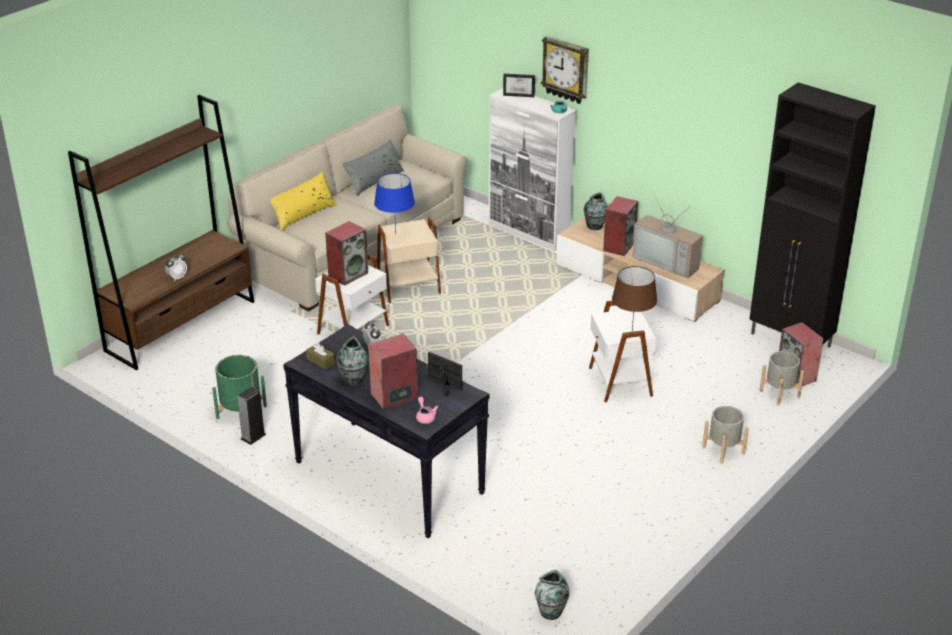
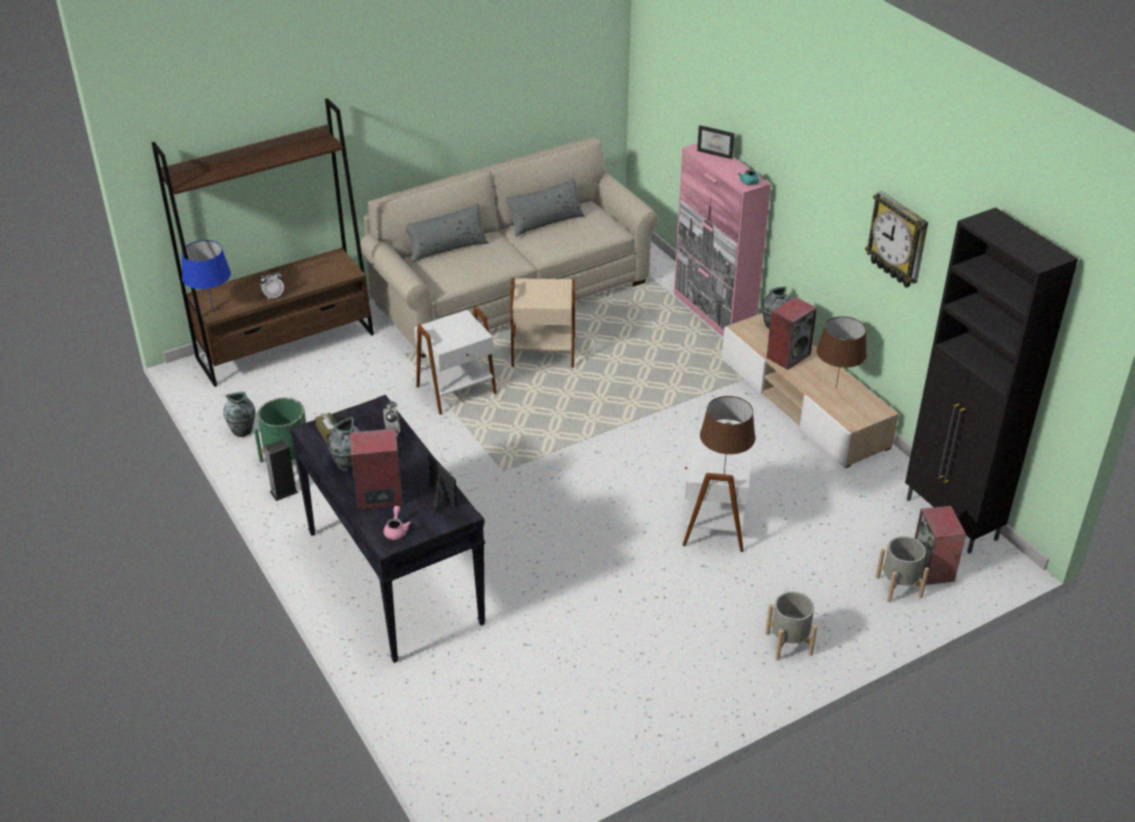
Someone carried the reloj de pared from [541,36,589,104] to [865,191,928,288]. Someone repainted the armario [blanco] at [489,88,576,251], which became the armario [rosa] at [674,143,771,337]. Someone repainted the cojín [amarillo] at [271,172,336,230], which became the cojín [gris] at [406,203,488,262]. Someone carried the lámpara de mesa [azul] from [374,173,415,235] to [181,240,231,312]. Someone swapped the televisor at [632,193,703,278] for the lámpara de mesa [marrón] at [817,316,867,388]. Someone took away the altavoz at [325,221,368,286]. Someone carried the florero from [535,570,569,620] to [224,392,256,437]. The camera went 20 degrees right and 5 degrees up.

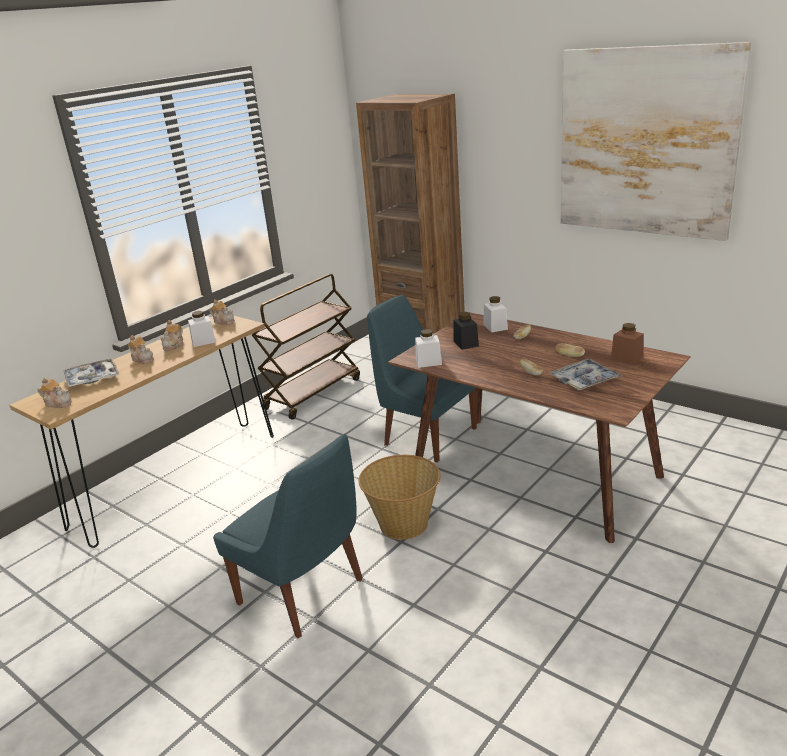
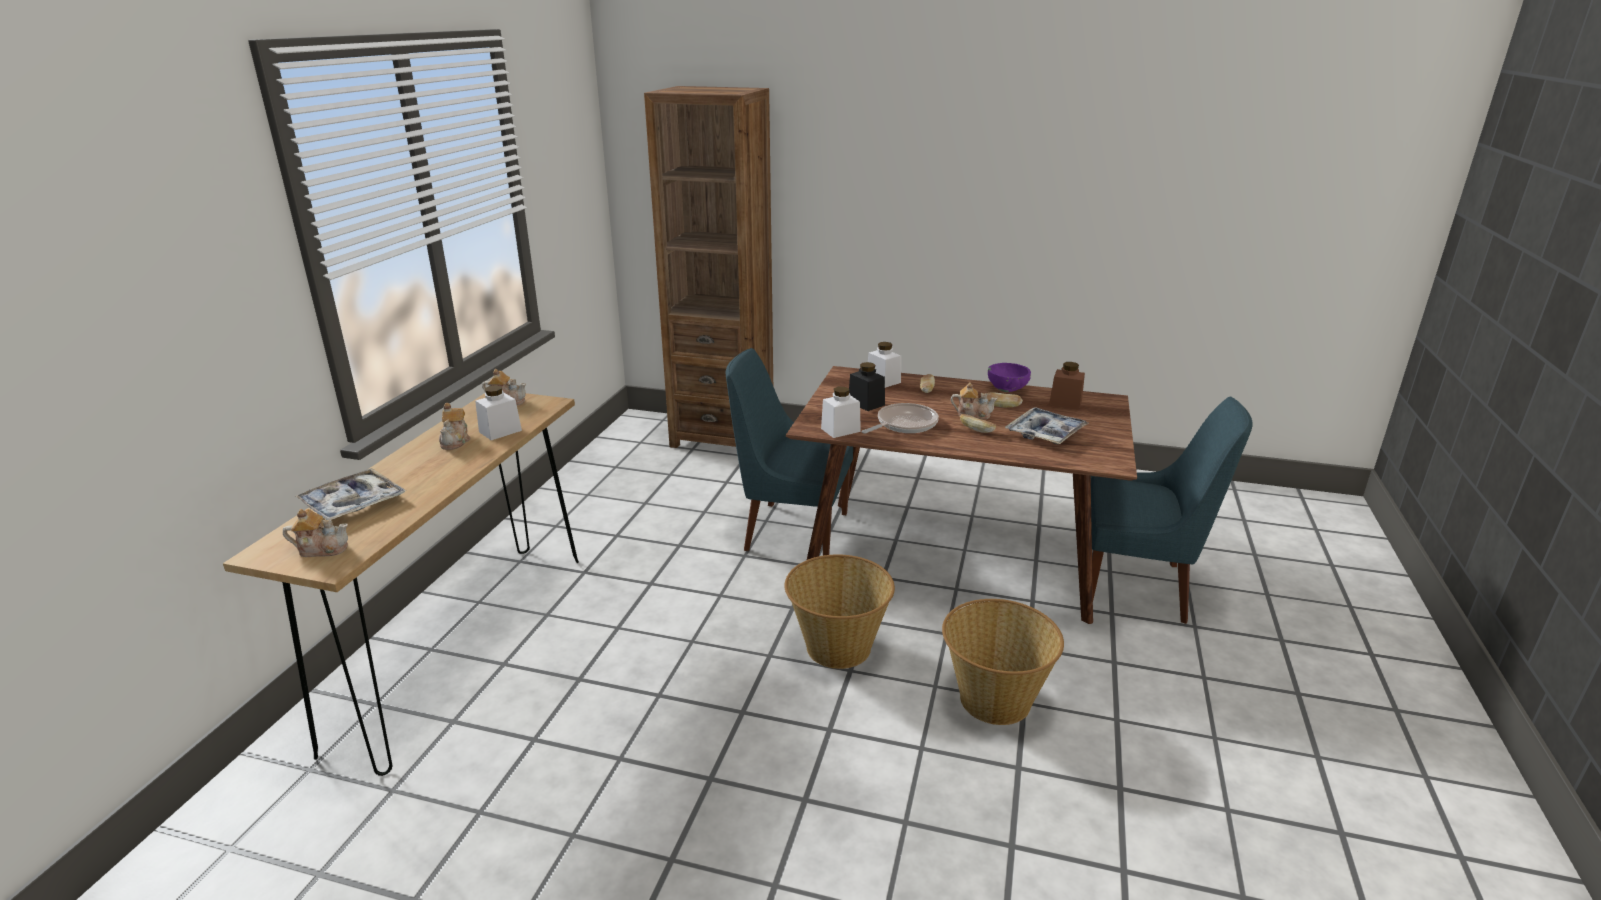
Someone took away the cuadro at [561,42,751,241]. Someone took away the carrito [marrón] at [252,274,360,420]. Someone carried the tetera from [128,335,154,364] to [951,382,997,419]. Someone carried the silla [azul] from [213,434,363,639] to [1091,397,1253,624]. Someone put down the cuenco [morado] at [988,363,1031,392]. Someone put down the sartén at [862,403,939,434]. Someone put down the cesta at [942,599,1064,725]. The camera went 25 degrees left and 0 degrees up.

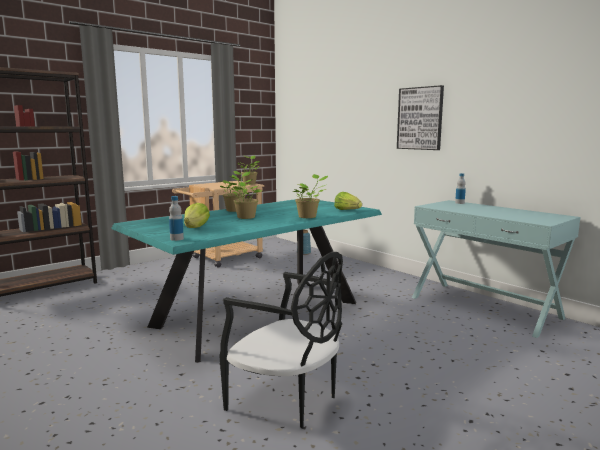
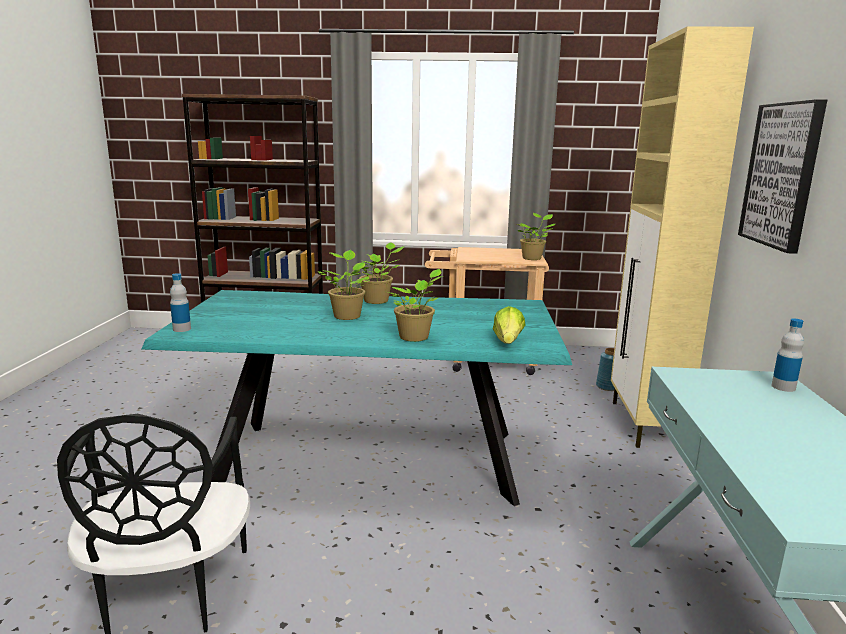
Someone took away the lechuga at [184,203,210,228]. Someone put down the armario [beis] at [611,26,754,448]. The camera went 45 degrees right and 5 degrees up.

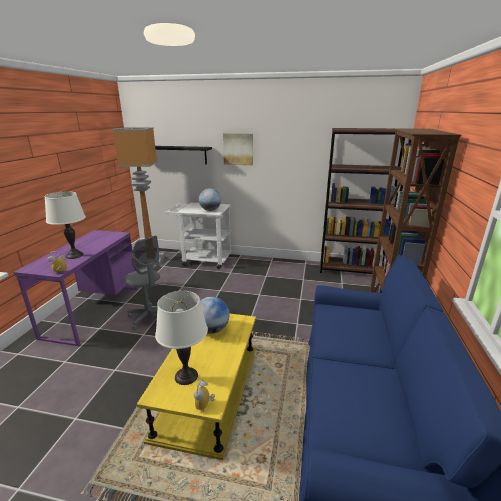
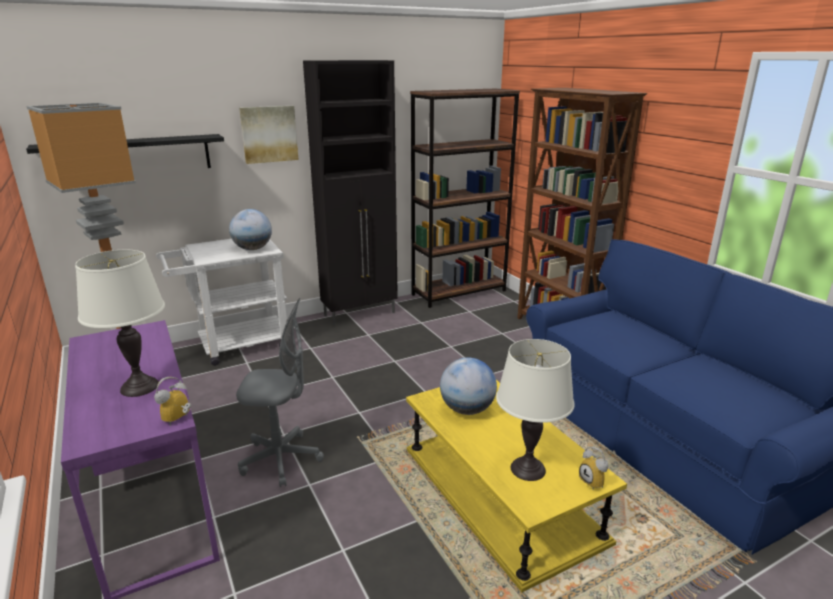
Someone put down the armario [negro] at [303,60,398,326]. The camera went 40 degrees left and 0 degrees up.

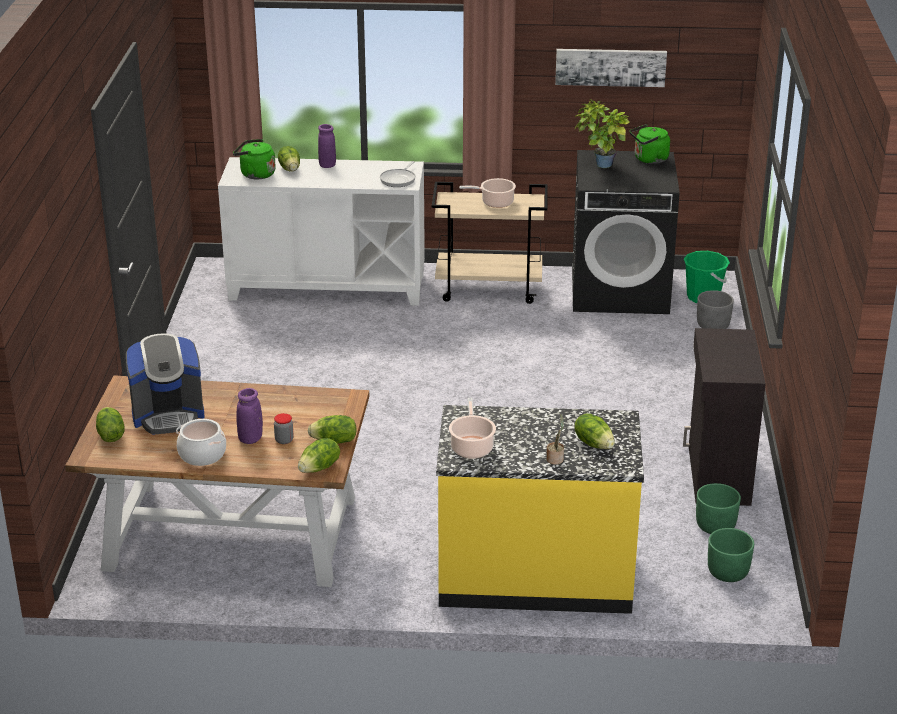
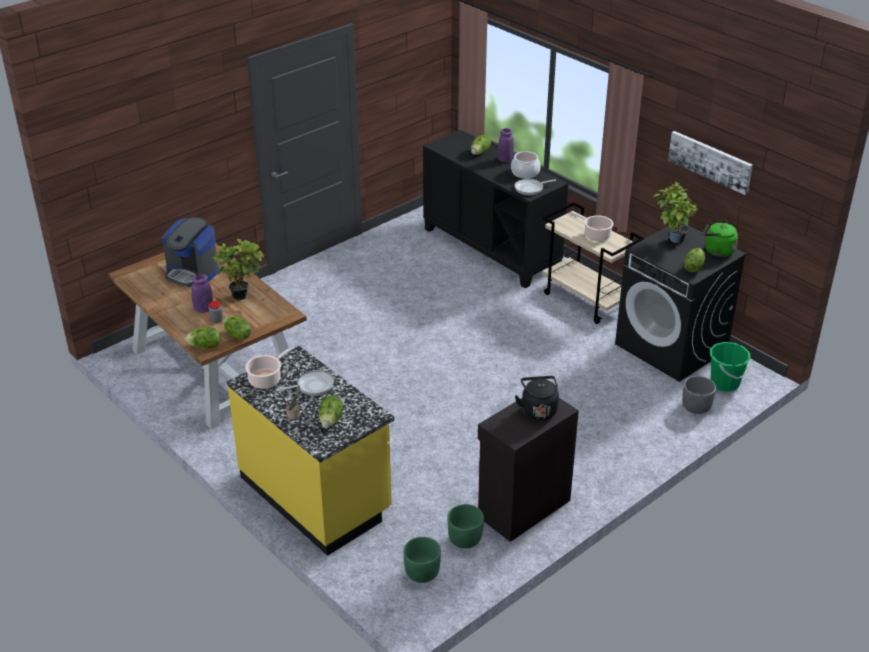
Someone took away the hervidor [verde] at [233,139,276,179]. Someone repainted the armario [blanco] at [218,157,425,306], which became the armario [negro] at [423,130,568,288]. Someone carried the lechuga from [96,407,125,442] to [684,248,705,272]. Someone carried the olla from [176,419,226,466] to [511,151,541,179]. Someone put down the planta en maceta at [212,239,264,300]. Someone put down the sartén at [279,371,334,396]. Someone put down the hervidor [negro] at [515,376,559,420]. The camera went 45 degrees right and 5 degrees up.

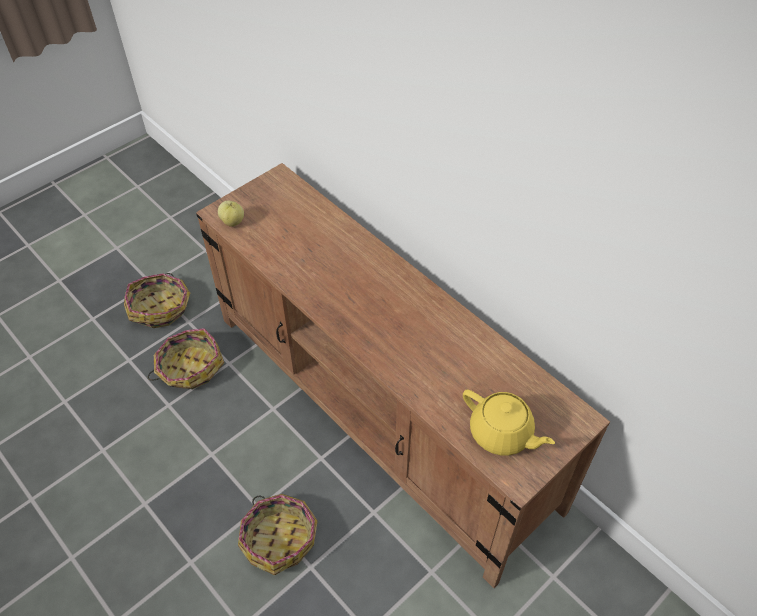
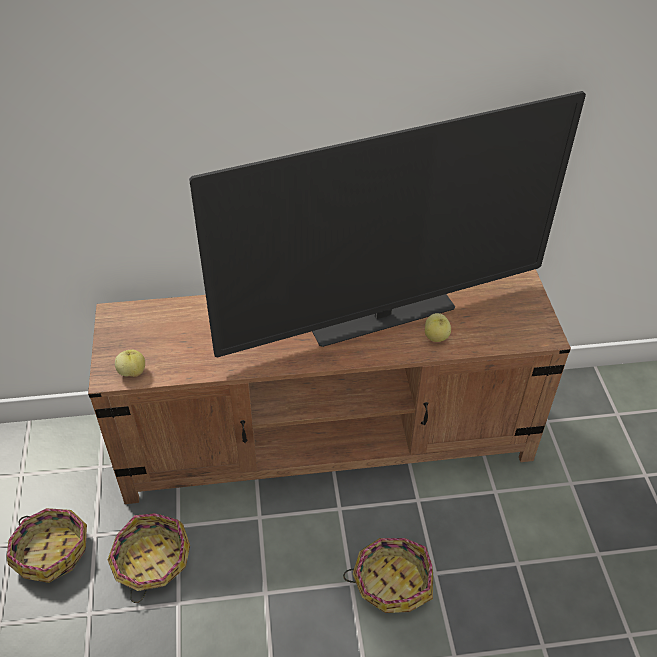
Someone took away the tetera [amarillo] at [463,390,555,455]. Someone put down the televisor at [189,91,586,358]. Someone put down the manzana at [425,313,451,342]. The camera went 55 degrees left and 5 degrees down.

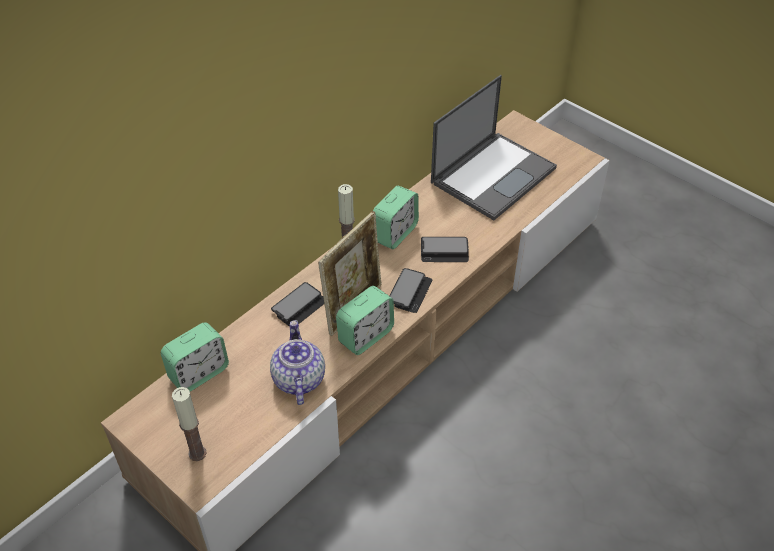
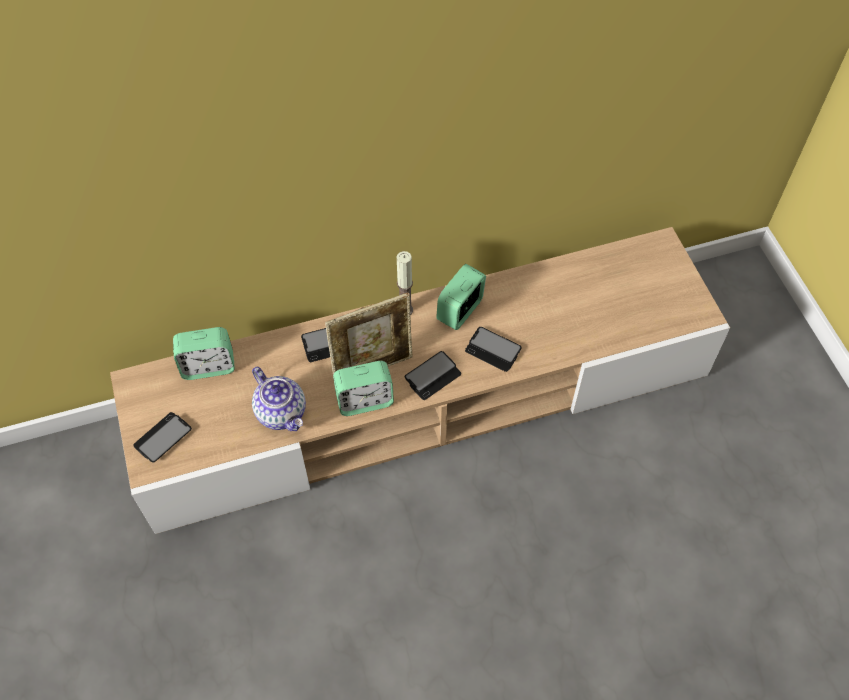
Someone took away the portátil at [431,75,557,221]. Someone rotated the despertador at [373,186,419,249] by 150 degrees clockwise. Someone rotated the tetera at [270,320,325,405] by 120 degrees clockwise. Someone swapped the vela at [172,387,207,461] for the móvil at [133,412,192,462]. The camera went 30 degrees right and 10 degrees up.

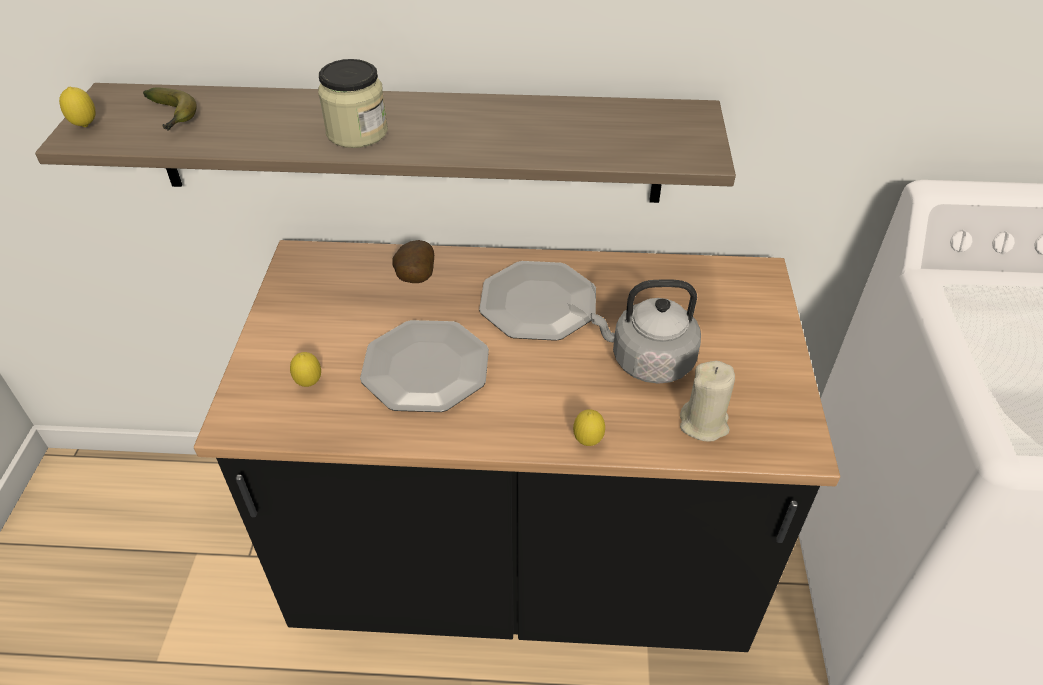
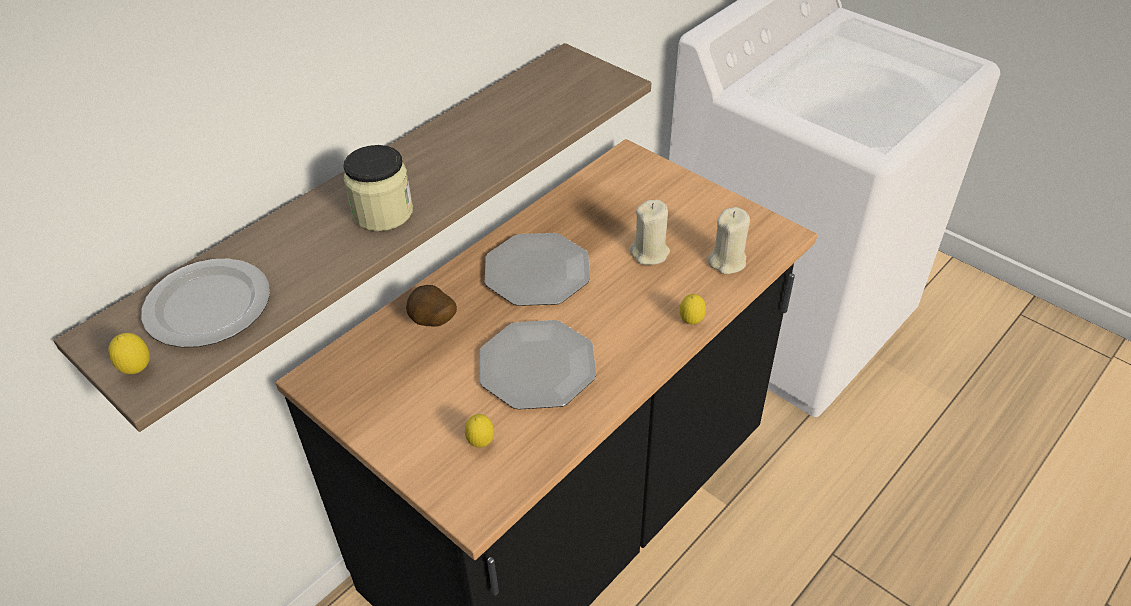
Someone swapped the plátano at [143,87,197,131] for the plato at [141,259,270,348]. Someone swapped the hervidor [gris] at [591,279,701,384] for the vela [beis] at [630,199,670,265]. The camera went 50 degrees left and 0 degrees up.

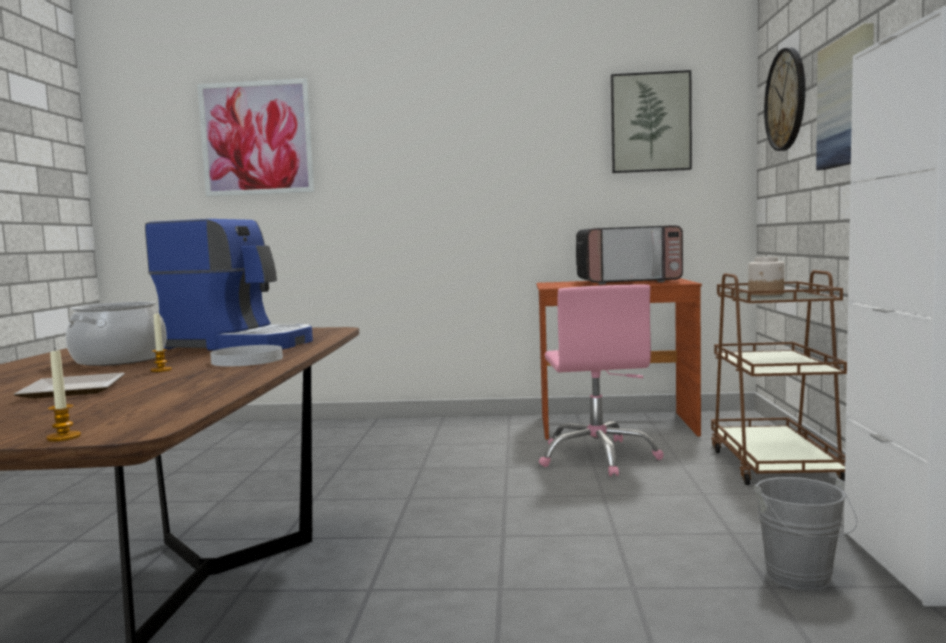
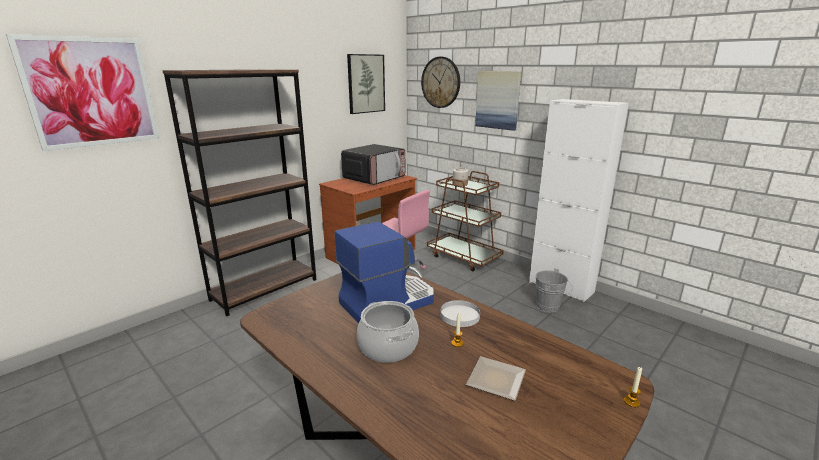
Someone put down the estantería [marrón] at [162,69,316,316]. The camera went 50 degrees left and 15 degrees up.

